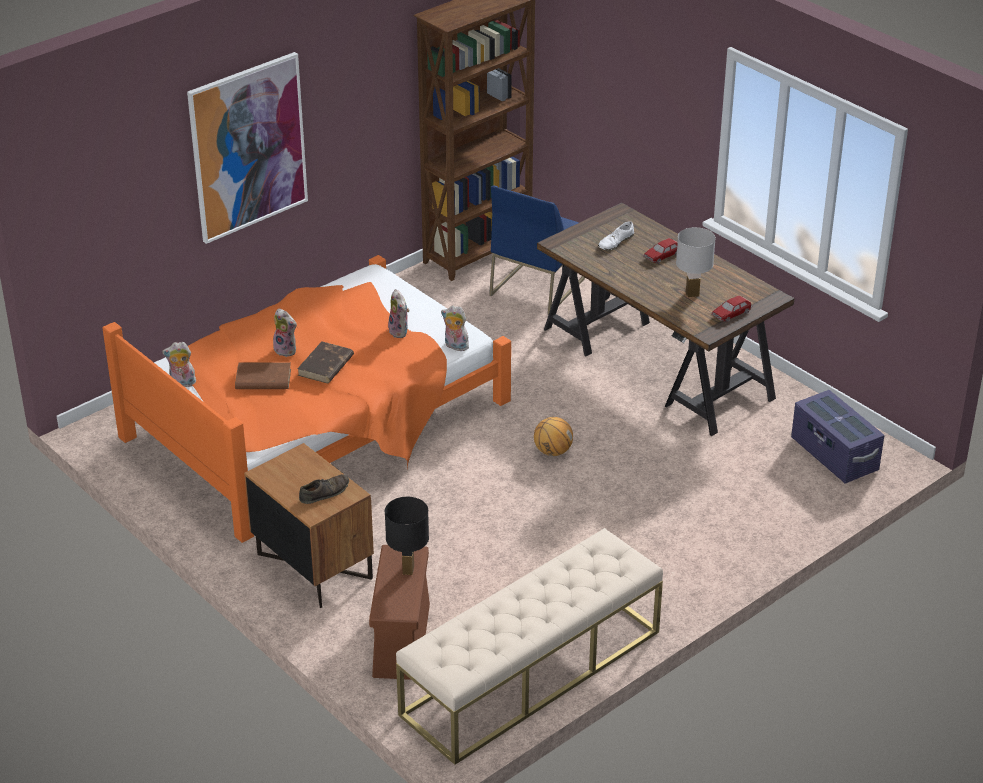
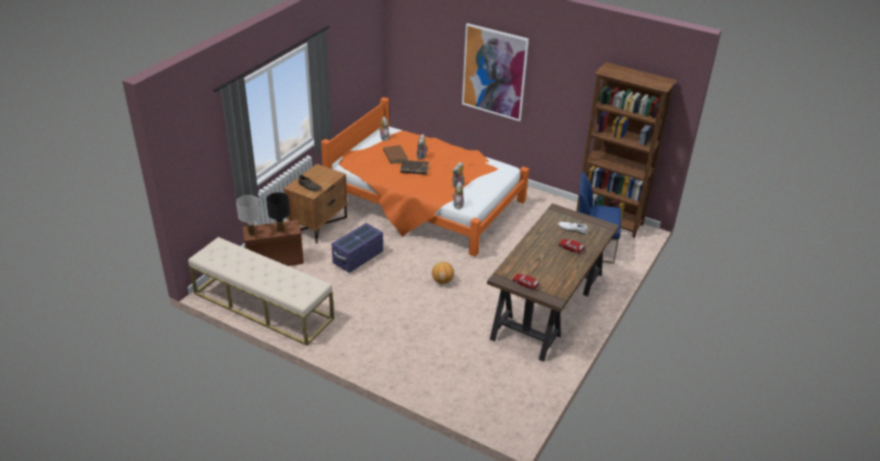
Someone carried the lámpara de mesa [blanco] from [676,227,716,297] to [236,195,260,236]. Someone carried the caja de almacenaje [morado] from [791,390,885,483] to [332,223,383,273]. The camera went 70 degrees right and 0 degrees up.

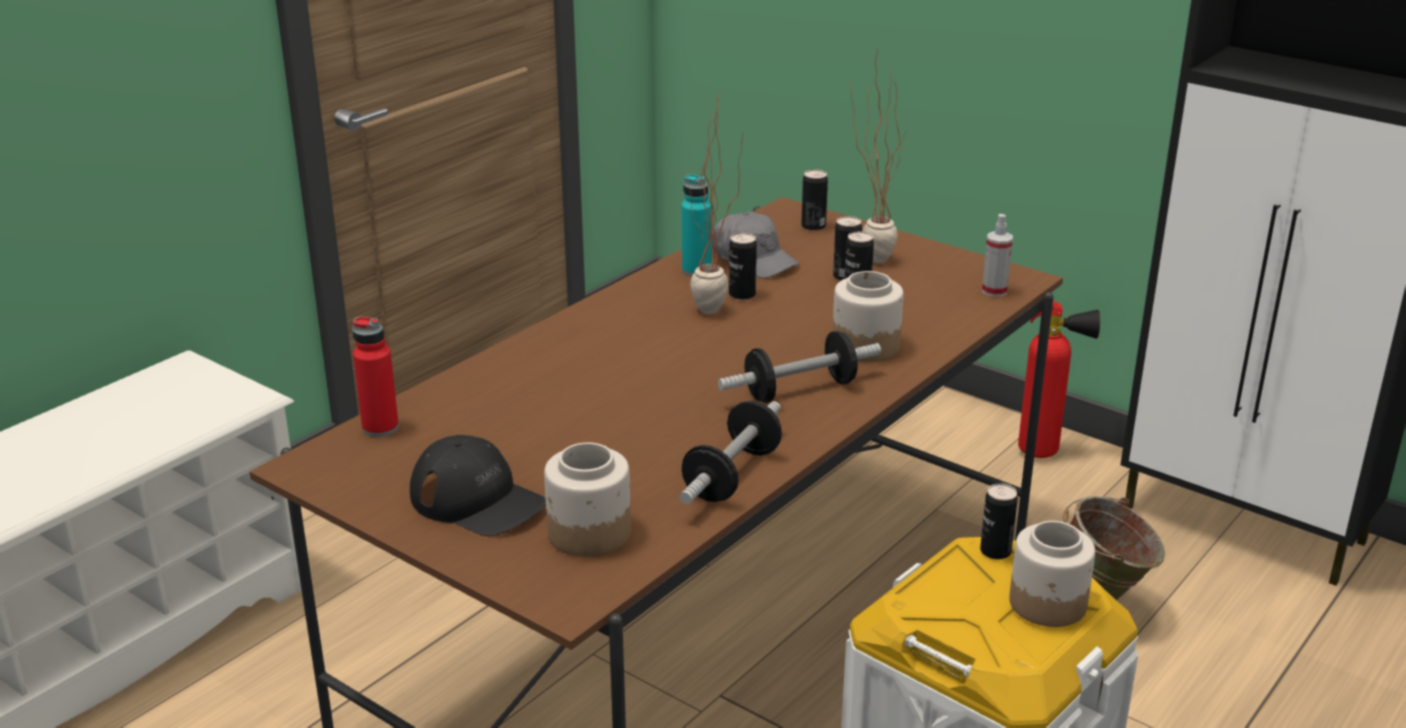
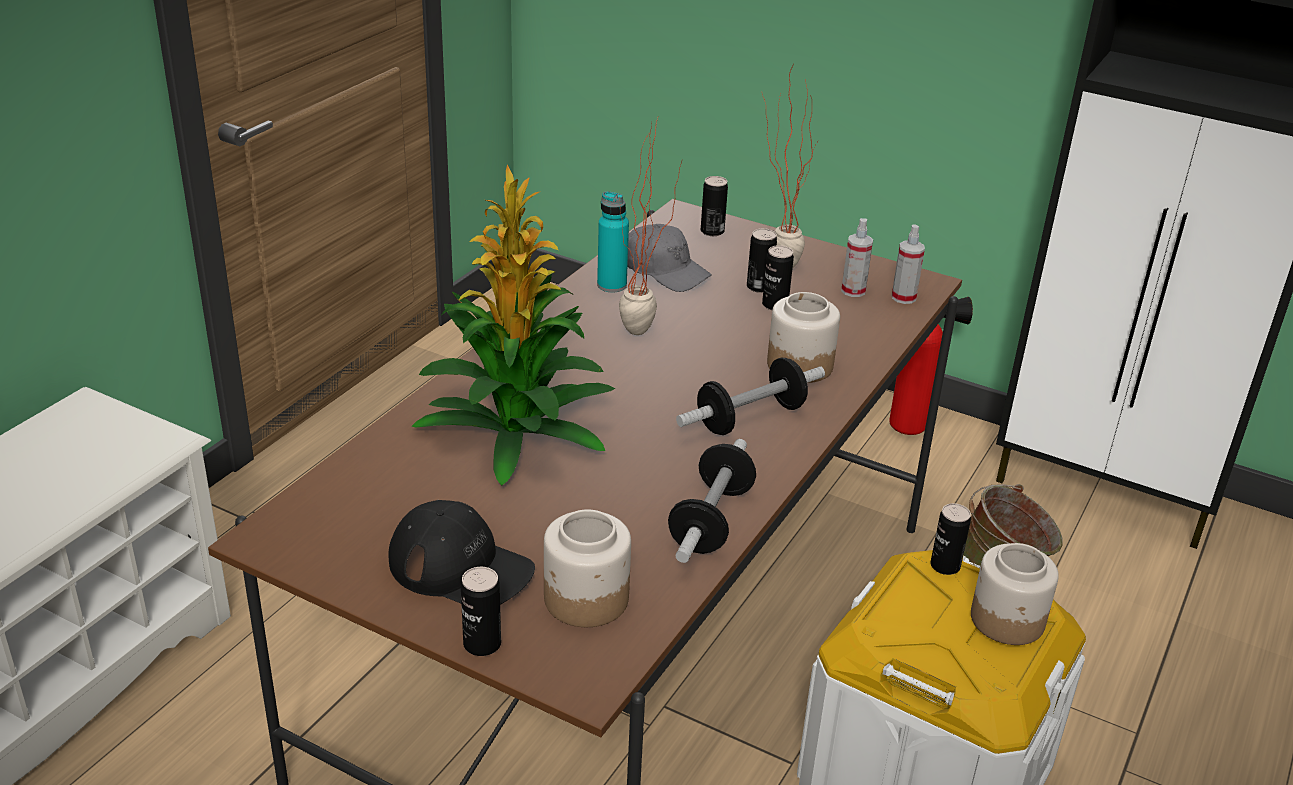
Someone carried the lata from [729,233,757,300] to [461,567,501,656]. Someone took away the botella [rojo] at [352,317,399,437]. Someone put down the planta en maceta at [411,165,616,486]. Someone put down the pulverizador at [841,218,873,297]. The camera went 10 degrees left and 5 degrees up.

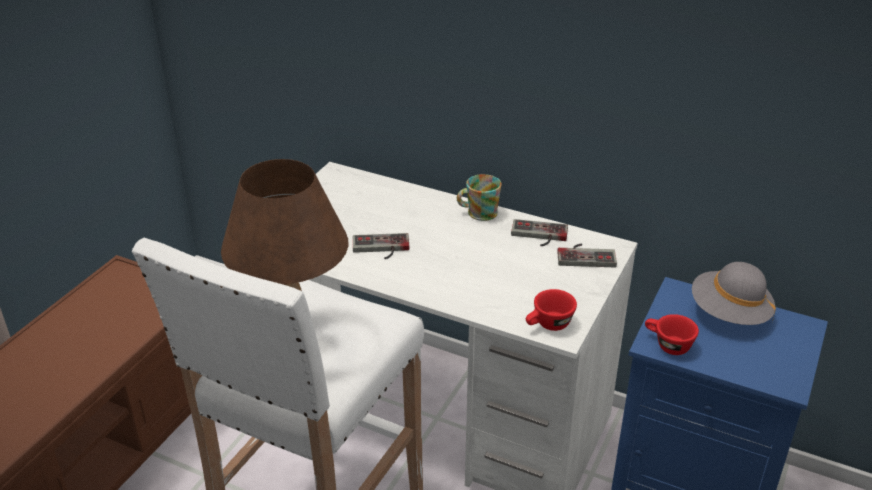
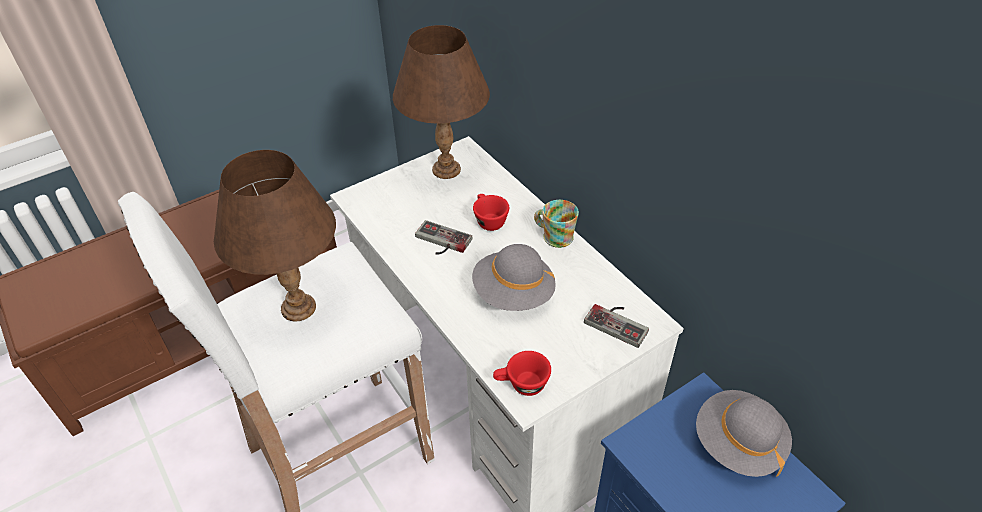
Someone took away the mando de consola at [511,219,568,246]. Someone carried the taza [rojo] from [645,314,699,355] to [473,194,509,231]. Someone put down the lámpara de mesa [marrón] at [393,25,490,179]. Someone put down the sombrero [gris] at [472,244,556,311]. The camera went 30 degrees right and 10 degrees up.

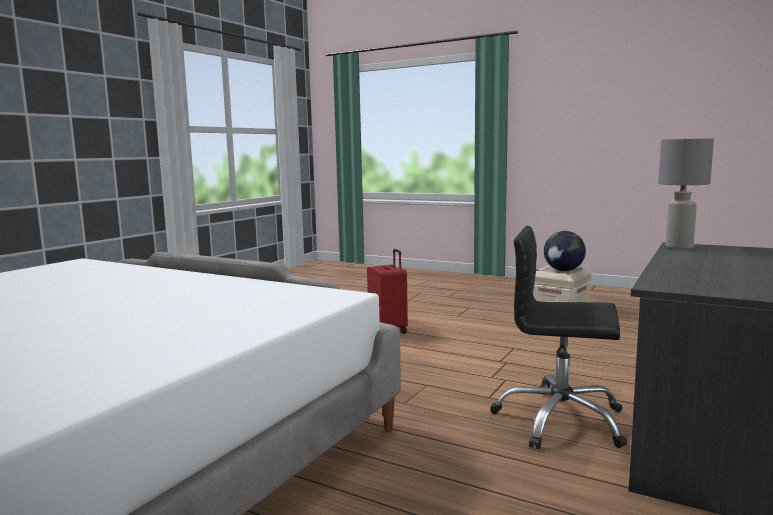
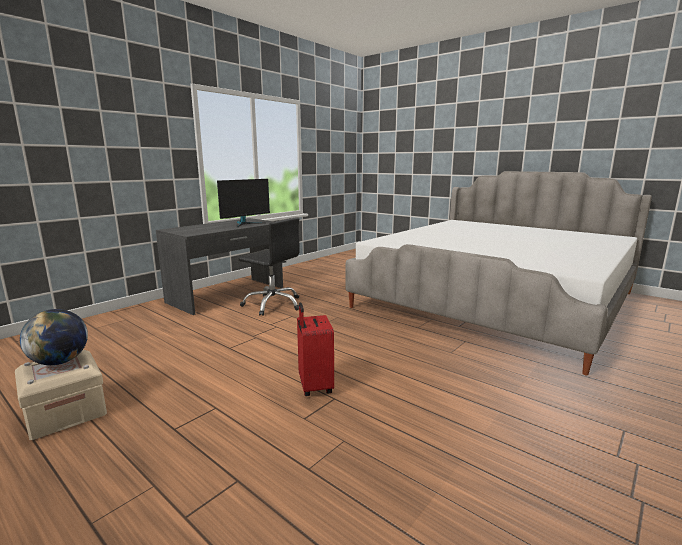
Someone took away the lámpara de mesa [gris] at [658,138,714,249]. Someone put down the monitor at [217,179,270,227]. The camera went 170 degrees left and 5 degrees up.

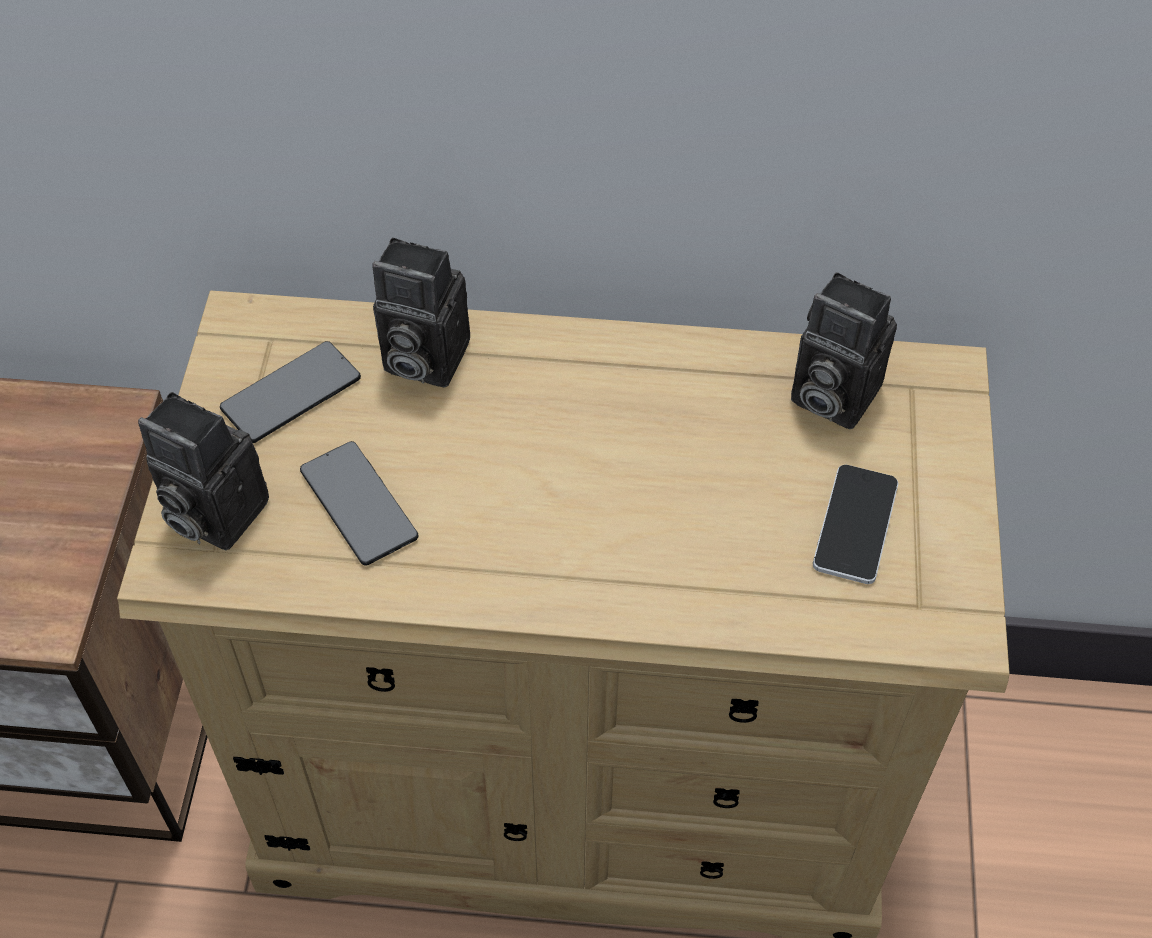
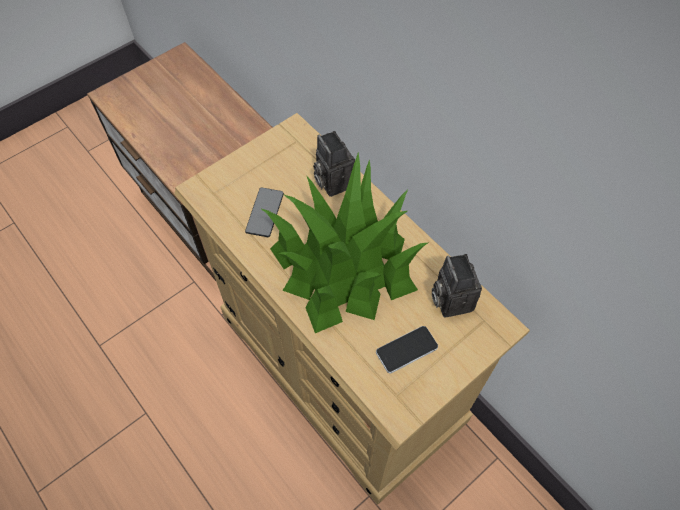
Someone took away the móvil at [220,341,361,443]. Someone took away the cámara at [138,392,269,550]. Someone put down the planta en maceta at [260,152,428,333]. The camera went 45 degrees right and 5 degrees up.

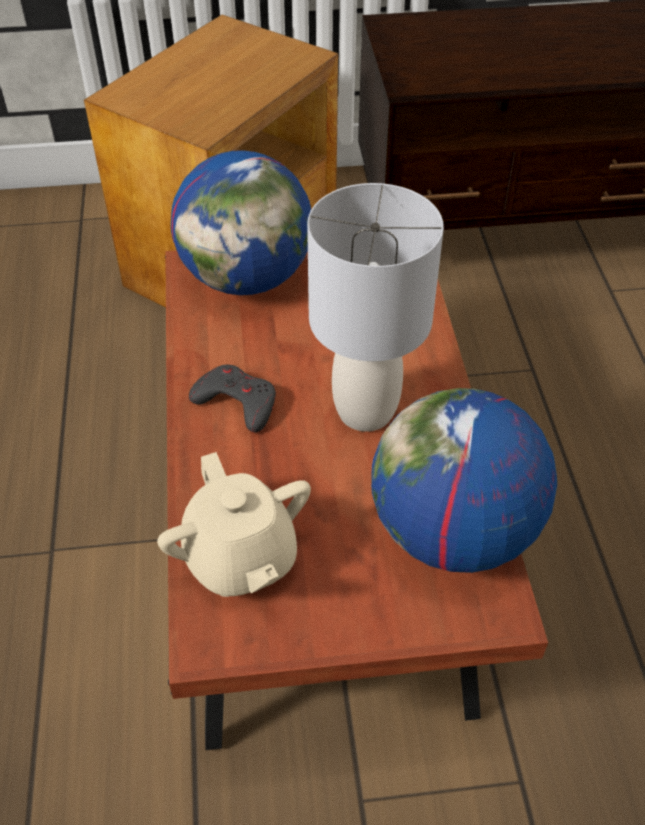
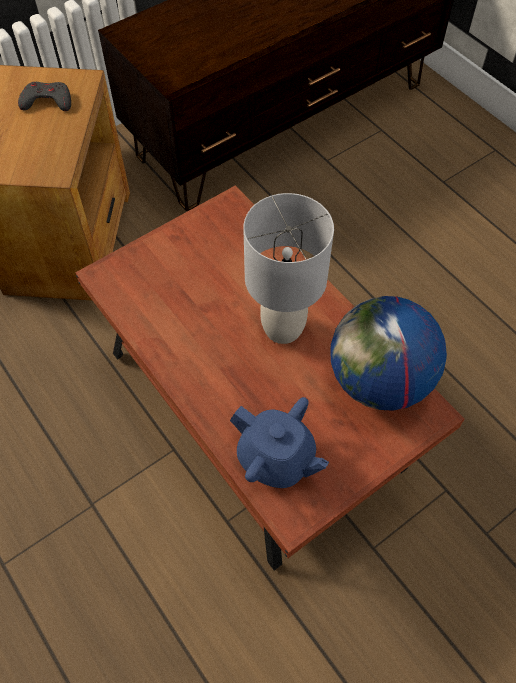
Someone took away the globo terráqueo at [171,150,311,295]. Someone carried the mando de consola [gris] from [189,364,276,432] to [18,82,71,111]. Someone repainted the tetera [beis] at [157,452,311,597], which became the tetera [azul] at [230,397,329,488]. The camera went 30 degrees left and 10 degrees up.

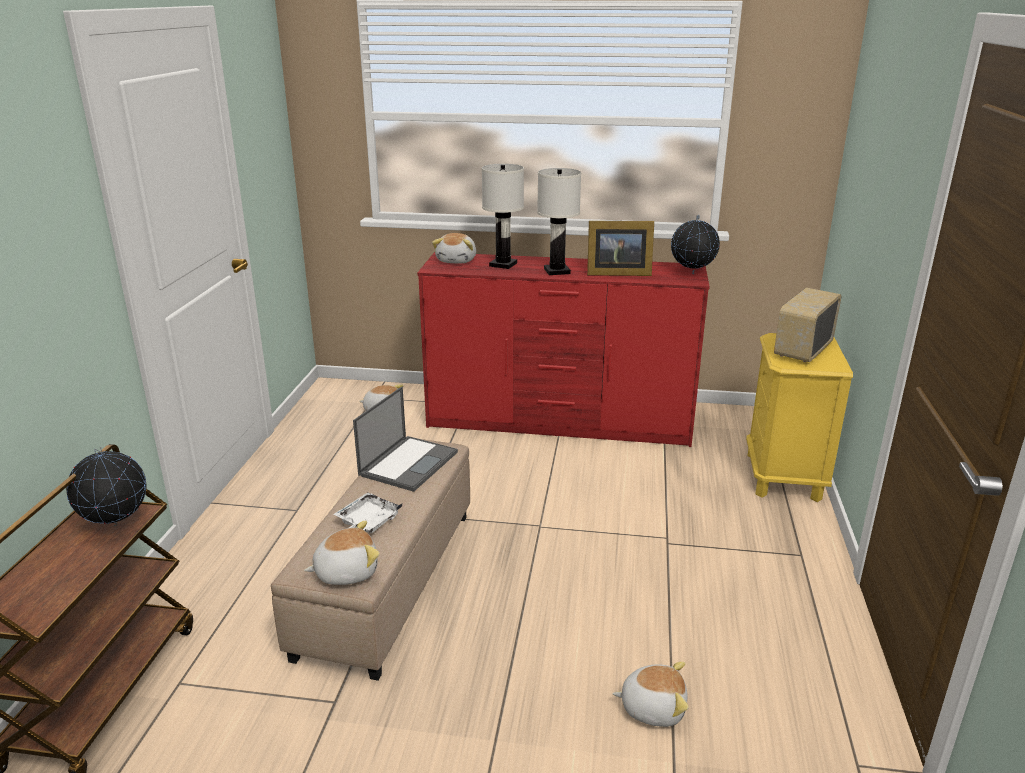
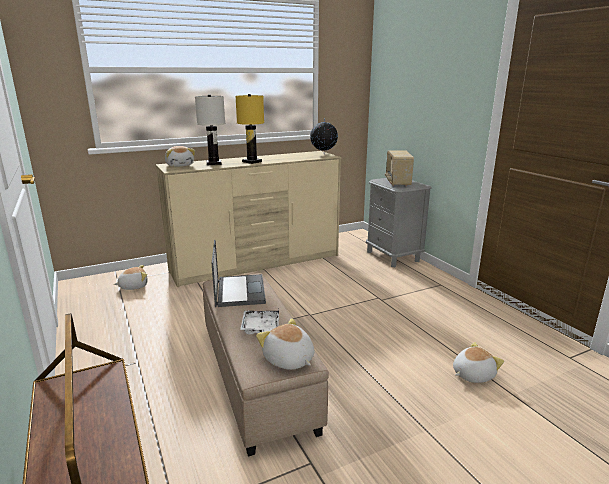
Someone repainted the lámpara de mesa [blanco] at [537,168,581,275], which became the lámpara de mesa [amarillo] at [235,94,264,164]. Someone took away the portarretratos at [587,221,654,276]. Someone repainted the cómoda [rojo] at [417,252,710,447], which became the cómoda [beis] at [156,151,342,287]. Someone repainted the mesita de noche [amarillo] at [746,333,853,502], which became the mesita de noche [gris] at [366,178,432,267]. Someone took away the globo terráqueo at [66,447,147,526]. Someone rotated the peluche at [304,520,380,585] by 75 degrees counterclockwise. The camera went 35 degrees left and 5 degrees down.

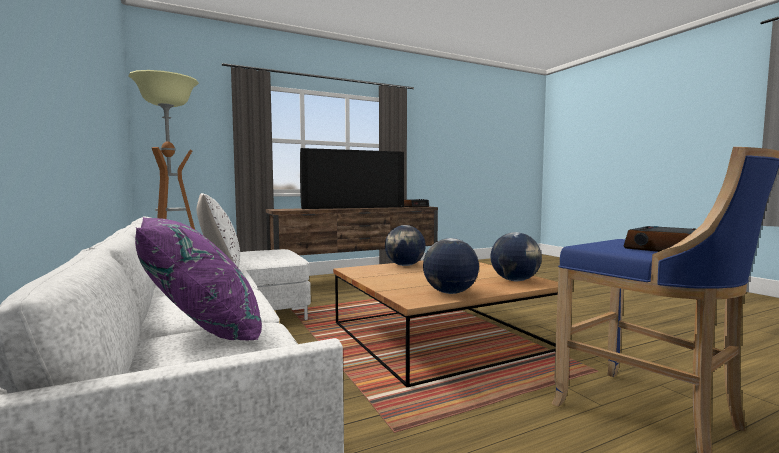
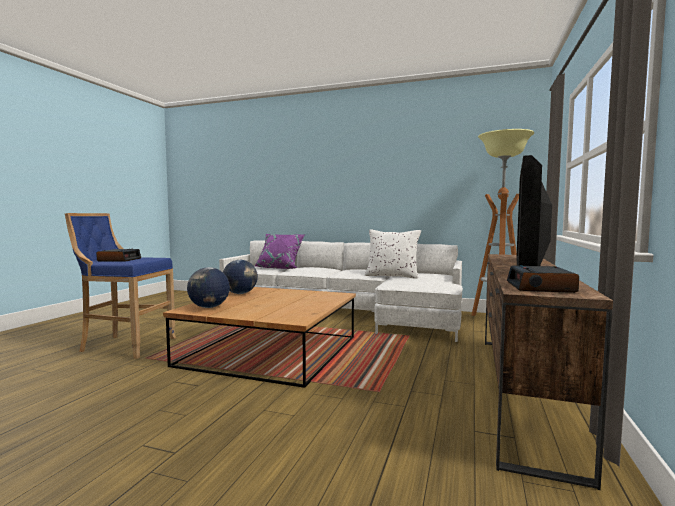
Someone took away the globo terráqueo at [385,225,426,266]. The camera went 135 degrees right and 0 degrees up.

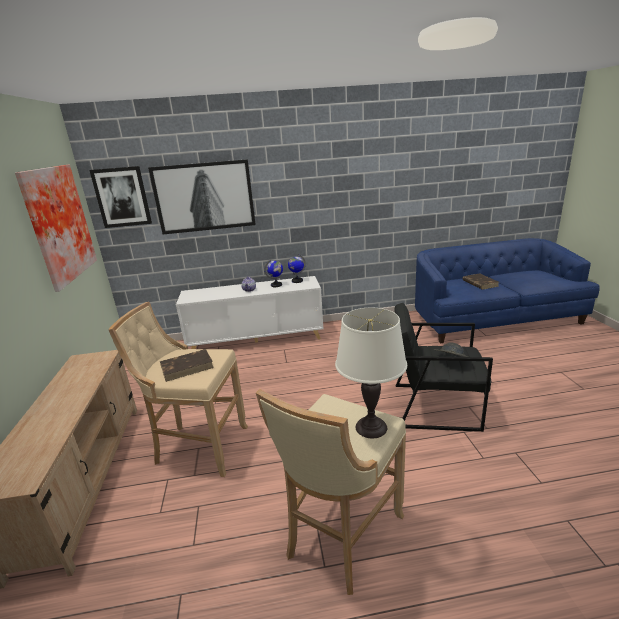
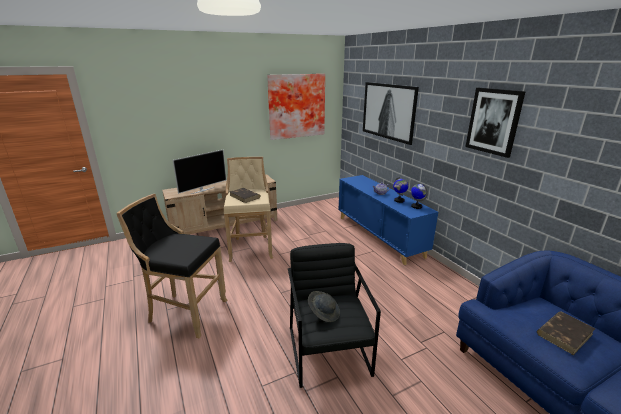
Someone carried the cuadro from [89,166,152,228] to [465,88,526,158]. Someone repainted the armario [blanco] at [176,276,323,349], which became the armario [azul] at [338,175,438,265]. Someone took away the lámpara de mesa [blanco] at [335,308,407,438]. Someone repainted the taburete [beis] at [256,389,406,595], which became the taburete [negro] at [116,194,227,338]. Someone put down the televisor at [173,150,226,194]. The camera went 70 degrees right and 0 degrees up.

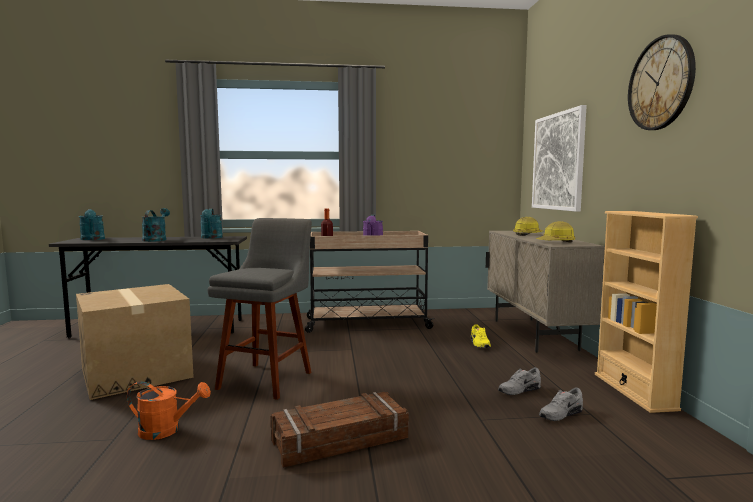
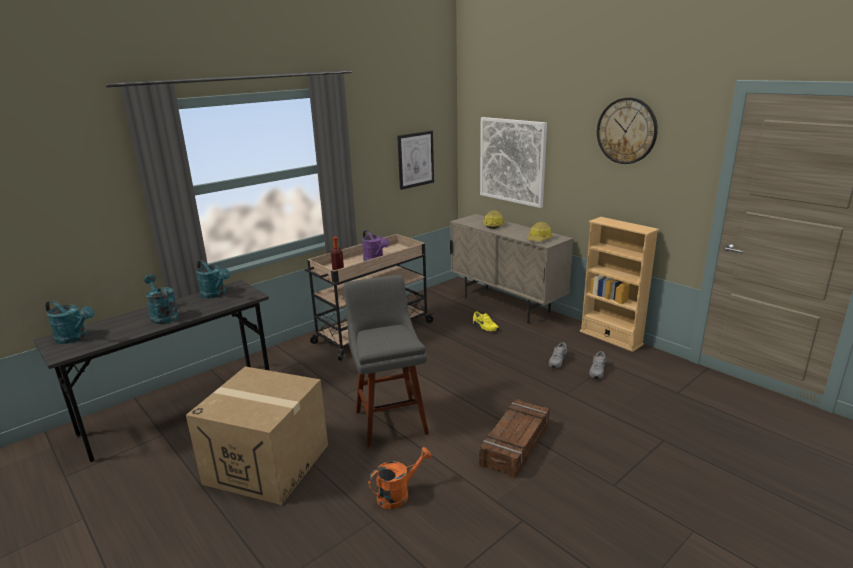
Someone put up the cuadro at [397,131,434,190]. The camera went 35 degrees left and 15 degrees up.

